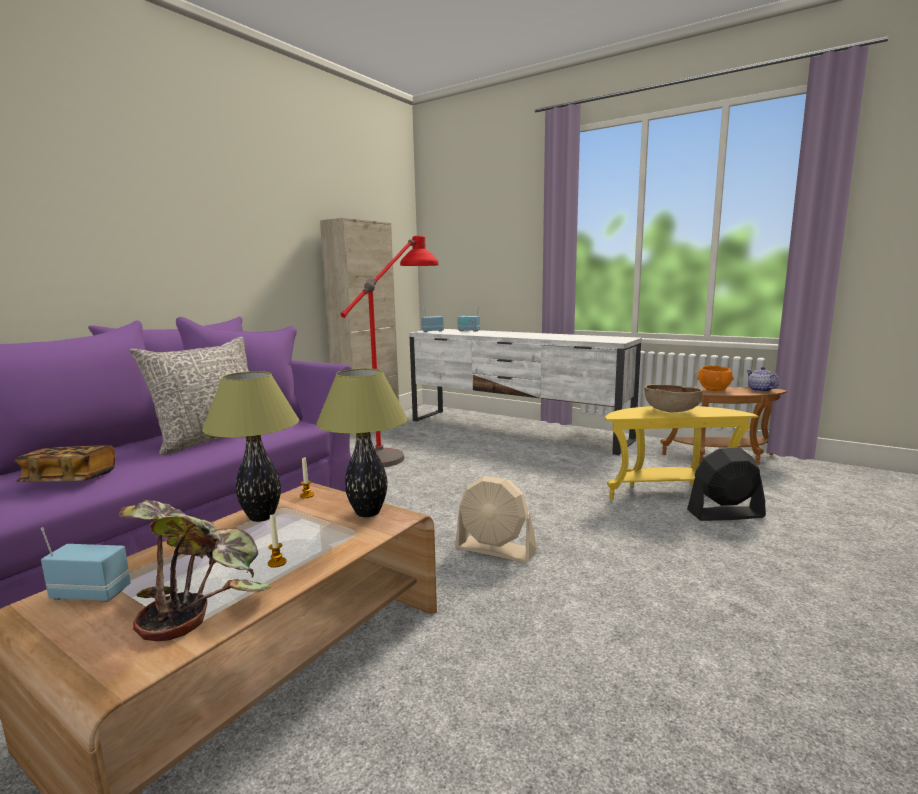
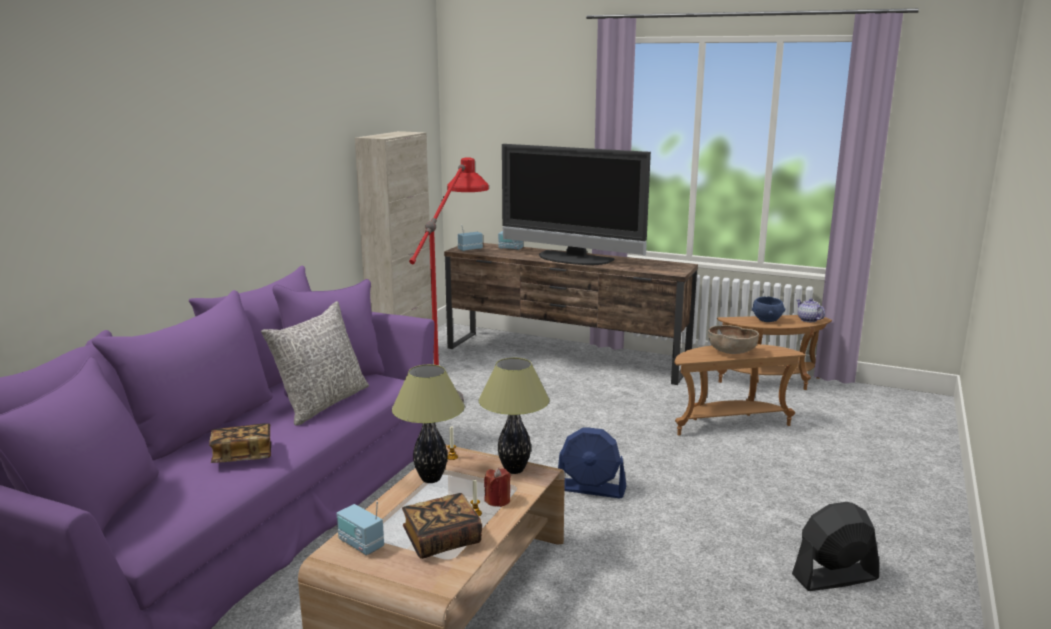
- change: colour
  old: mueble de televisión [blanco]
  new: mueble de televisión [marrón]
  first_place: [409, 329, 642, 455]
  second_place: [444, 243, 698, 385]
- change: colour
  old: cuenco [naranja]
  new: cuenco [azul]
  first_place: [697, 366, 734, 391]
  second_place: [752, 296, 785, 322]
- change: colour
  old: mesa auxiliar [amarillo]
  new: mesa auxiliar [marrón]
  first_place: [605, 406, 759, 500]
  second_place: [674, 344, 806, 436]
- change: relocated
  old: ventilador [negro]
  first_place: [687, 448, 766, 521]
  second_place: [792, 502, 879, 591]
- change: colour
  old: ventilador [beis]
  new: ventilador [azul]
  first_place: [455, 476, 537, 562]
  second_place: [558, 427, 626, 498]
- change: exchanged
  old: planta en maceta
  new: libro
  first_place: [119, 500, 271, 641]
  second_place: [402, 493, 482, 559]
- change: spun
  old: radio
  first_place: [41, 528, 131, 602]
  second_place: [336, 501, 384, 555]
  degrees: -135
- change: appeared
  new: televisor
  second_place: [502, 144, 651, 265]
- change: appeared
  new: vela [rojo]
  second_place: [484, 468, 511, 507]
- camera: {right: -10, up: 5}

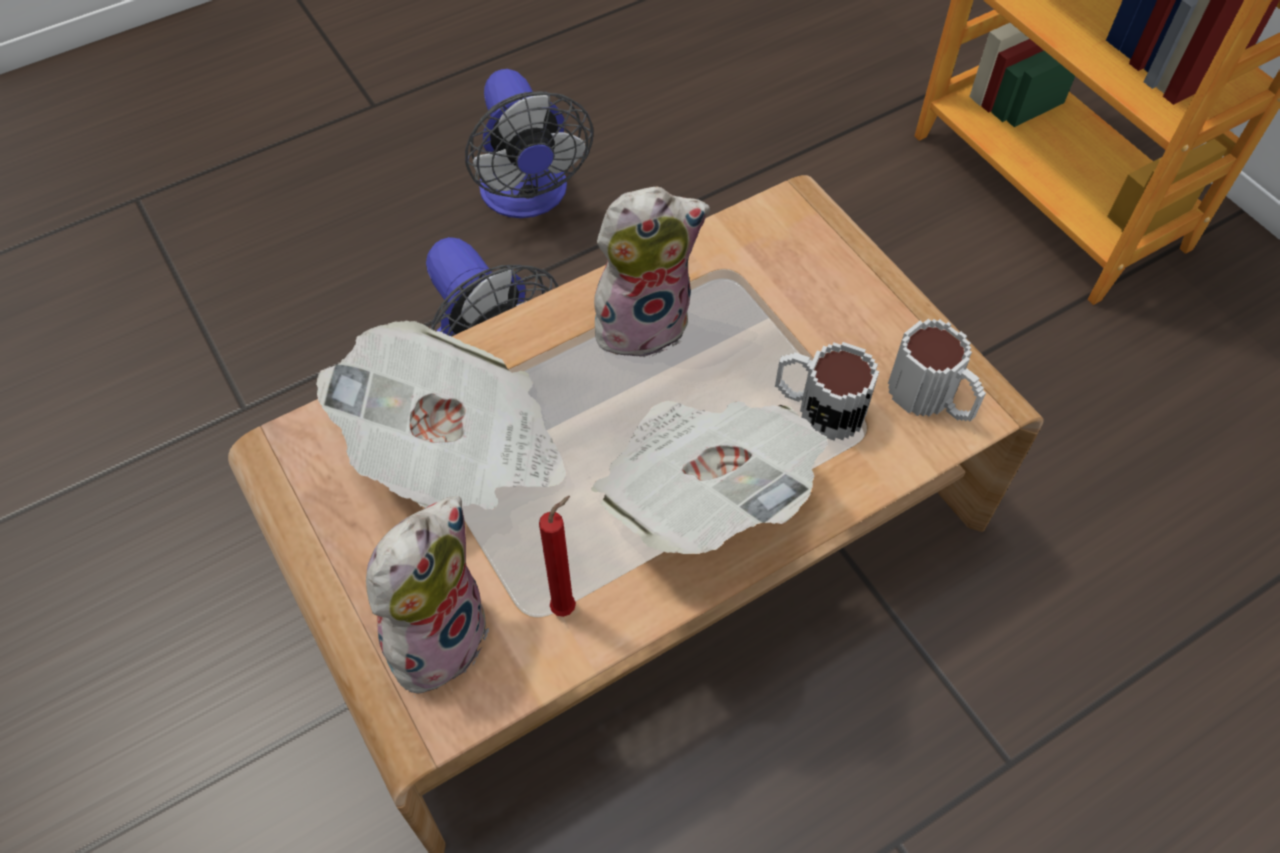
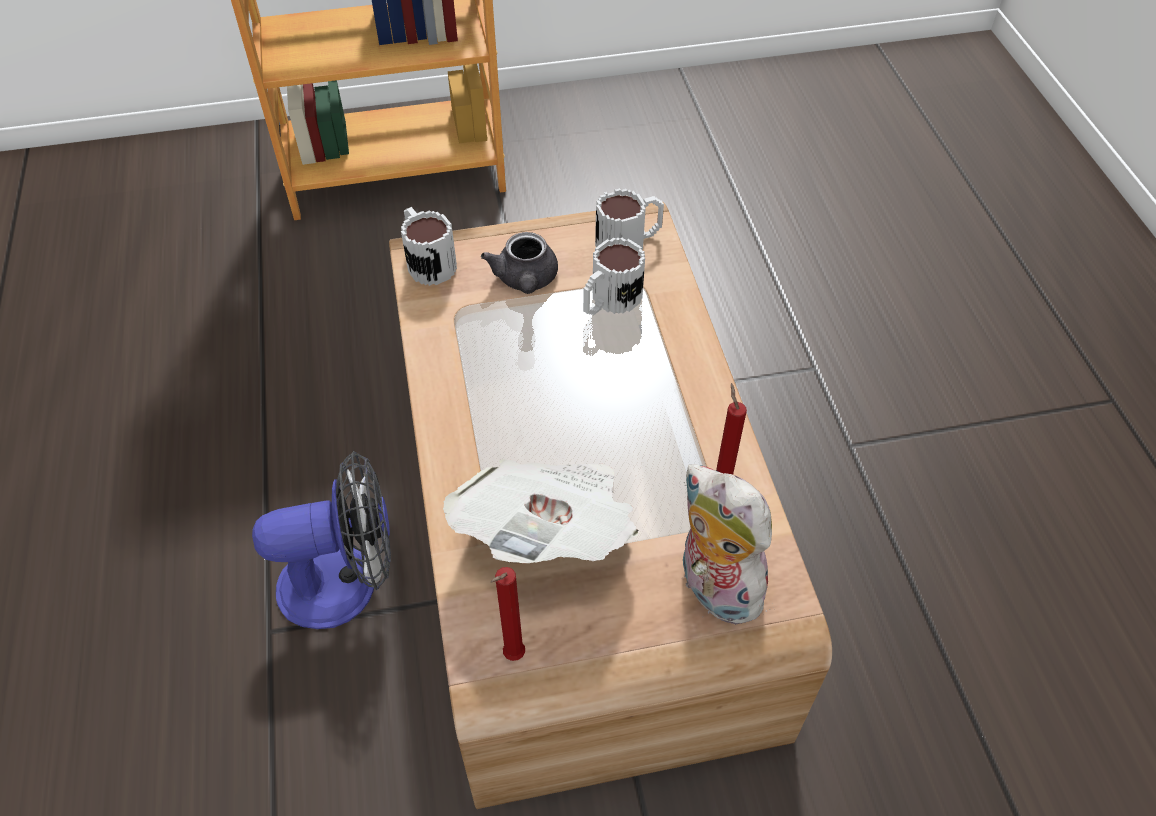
- change: missing
  old: ventilador
  first_place: [465, 69, 594, 218]
- change: missing
  old: peluche
  first_place: [594, 187, 710, 362]
- change: missing
  old: periódico
  first_place: [591, 400, 828, 554]
- change: appeared
  new: taza grande
  second_place: [401, 207, 457, 286]
- change: appeared
  new: tetera [gris]
  second_place: [481, 232, 558, 294]
- change: appeared
  new: vela [rojo]
  second_place: [491, 567, 525, 661]
- camera: {right: -70, up: -5}

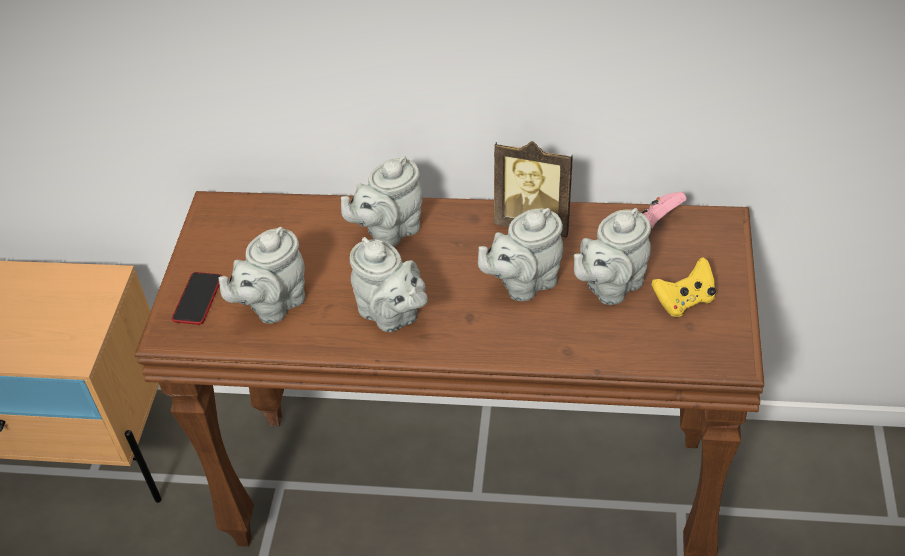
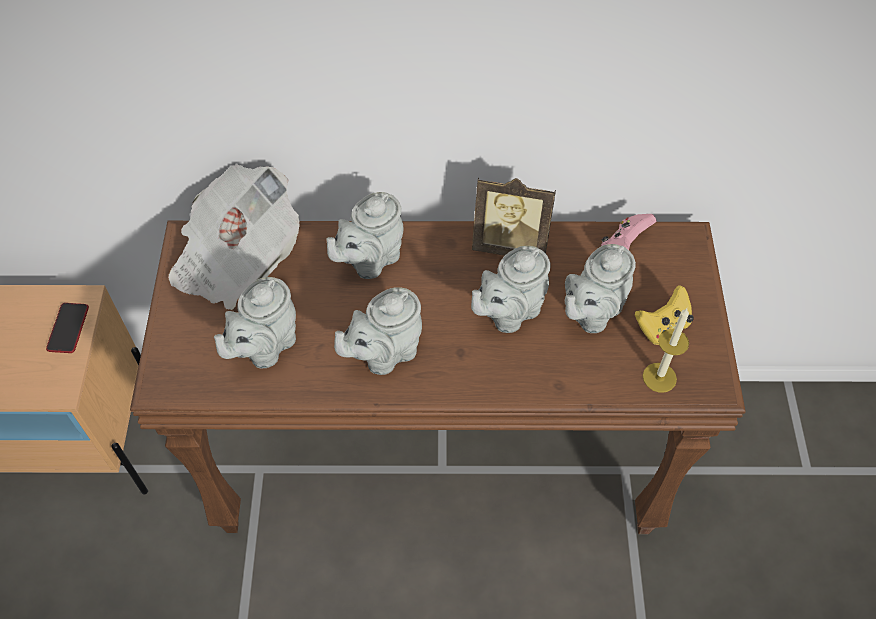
- change: spun
  old: tetera [gris]
  first_place: [350, 237, 428, 332]
  second_place: [334, 287, 422, 375]
  degrees: 105
- change: relocated
  old: móvil
  first_place: [172, 272, 221, 325]
  second_place: [46, 303, 89, 353]
- change: appeared
  new: periódico
  second_place: [168, 164, 299, 310]
- change: appeared
  new: vela
  second_place: [643, 308, 689, 393]
- camera: {right: -10, up: 10}

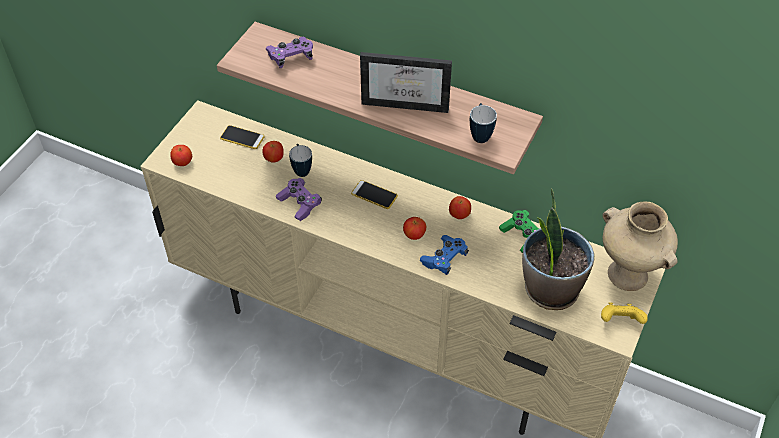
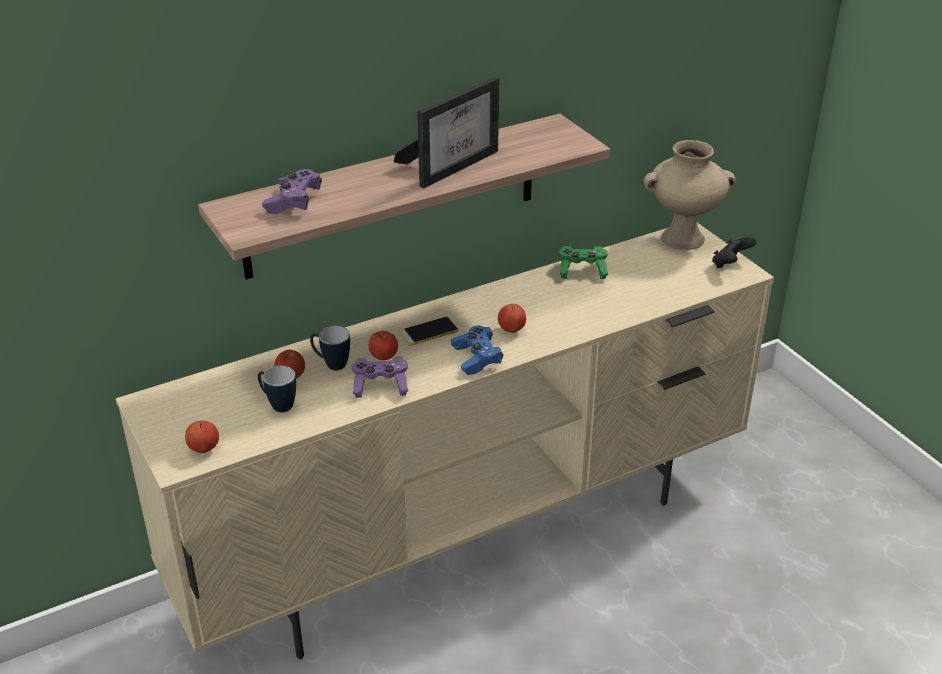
- change: relocated
  old: taza grande
  first_place: [470, 103, 497, 143]
  second_place: [258, 366, 296, 412]
- change: missing
  old: móvil
  first_place: [220, 125, 265, 149]
- change: missing
  old: planta en maceta
  first_place: [522, 188, 595, 310]
- change: relocated
  old: manzana
  first_place: [449, 196, 471, 219]
  second_place: [369, 331, 398, 360]
- change: relocated
  old: mando de consola [azul]
  first_place: [420, 235, 469, 275]
  second_place: [451, 326, 503, 375]
- change: colour
  old: mando de consola [amarillo]
  new: mando de consola [negro]
  first_place: [601, 302, 648, 324]
  second_place: [712, 237, 756, 268]
- camera: {right: -55, up: -15}

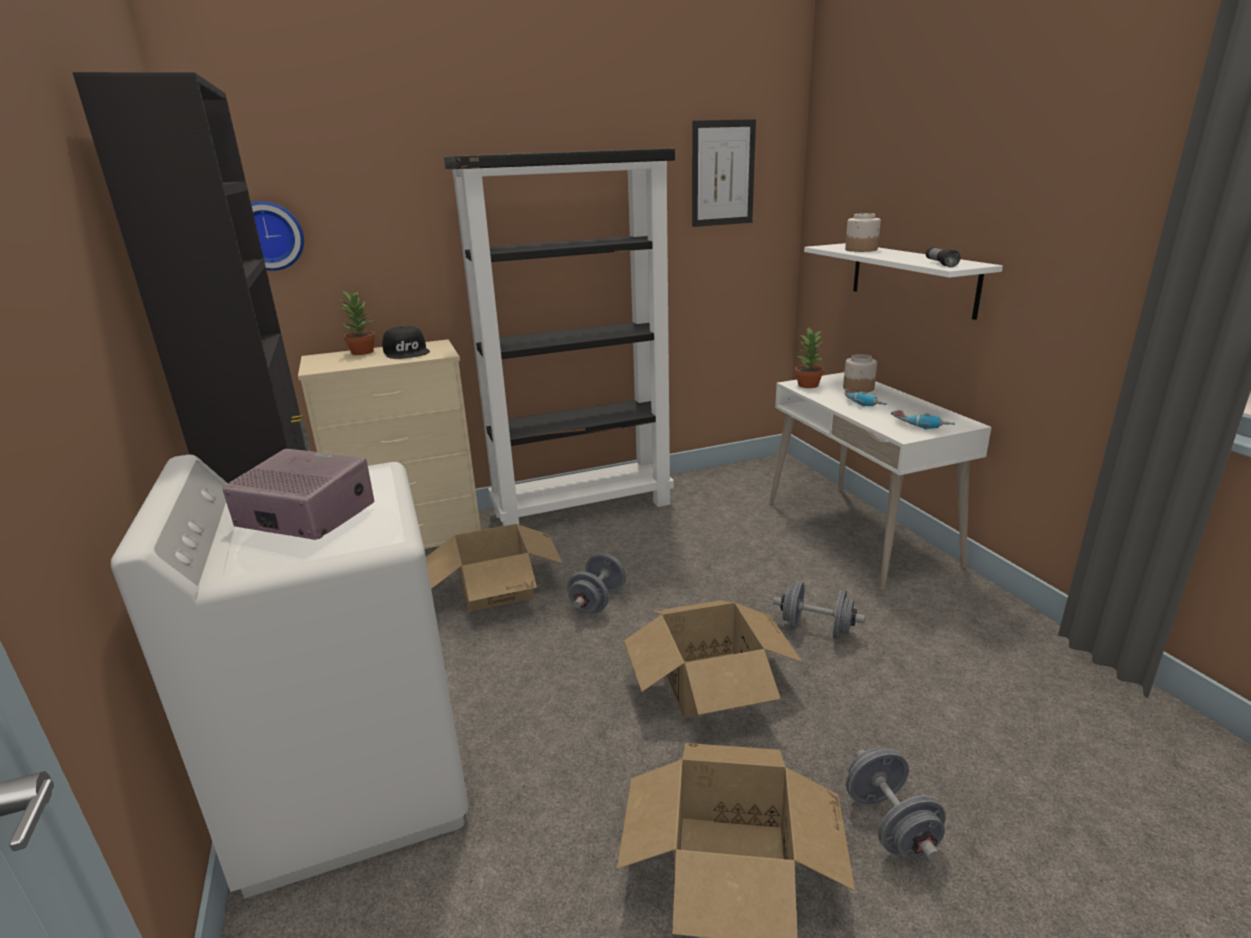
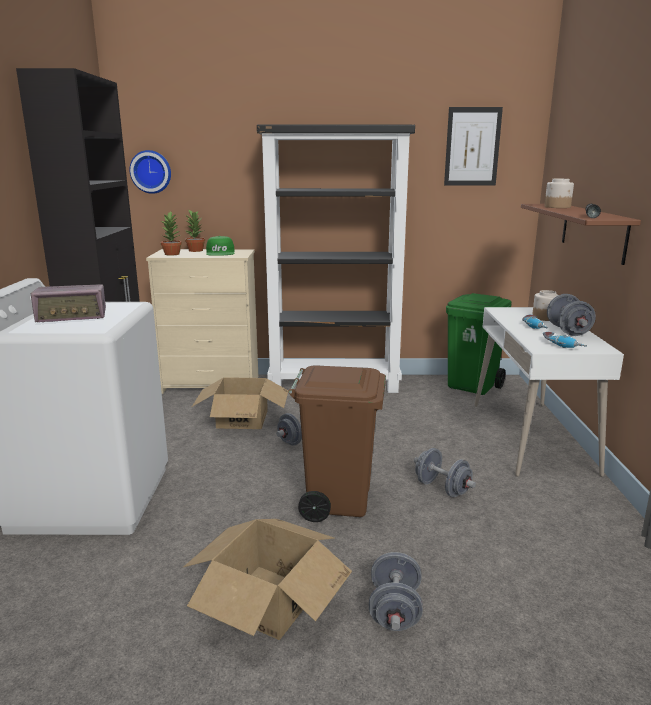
- change: colour
  old: estante [blanco]
  new: estante [marrón]
  first_place: [804, 243, 1003, 320]
  second_place: [521, 204, 641, 265]
- change: colour
  old: gorra [negro]
  new: gorra [verde]
  first_place: [382, 326, 430, 359]
  second_place: [206, 236, 234, 256]
- change: relocated
  old: planta en maceta
  first_place: [795, 328, 824, 388]
  second_place: [161, 212, 182, 256]
- change: spun
  old: radio
  first_place: [222, 449, 374, 540]
  second_place: [31, 284, 106, 322]
  degrees: 120
- change: exchanged
  old: caja de cartón
  new: papelera [marrón]
  first_place: [624, 600, 802, 718]
  second_place: [288, 366, 386, 522]
- change: appeared
  new: papelera [verde]
  second_place: [446, 293, 511, 395]
- change: appeared
  new: mancuerna [gris]
  second_place: [547, 294, 596, 336]
- camera: {right: 20, up: -5}

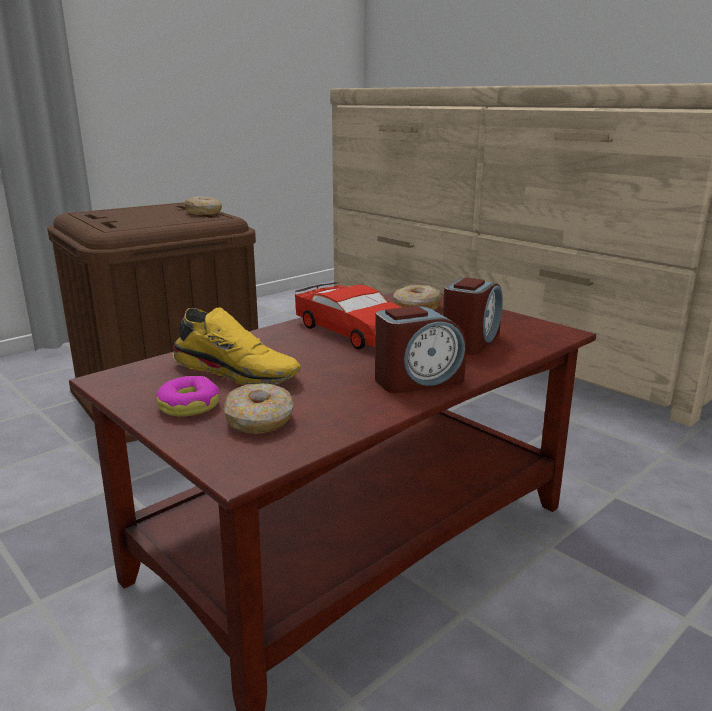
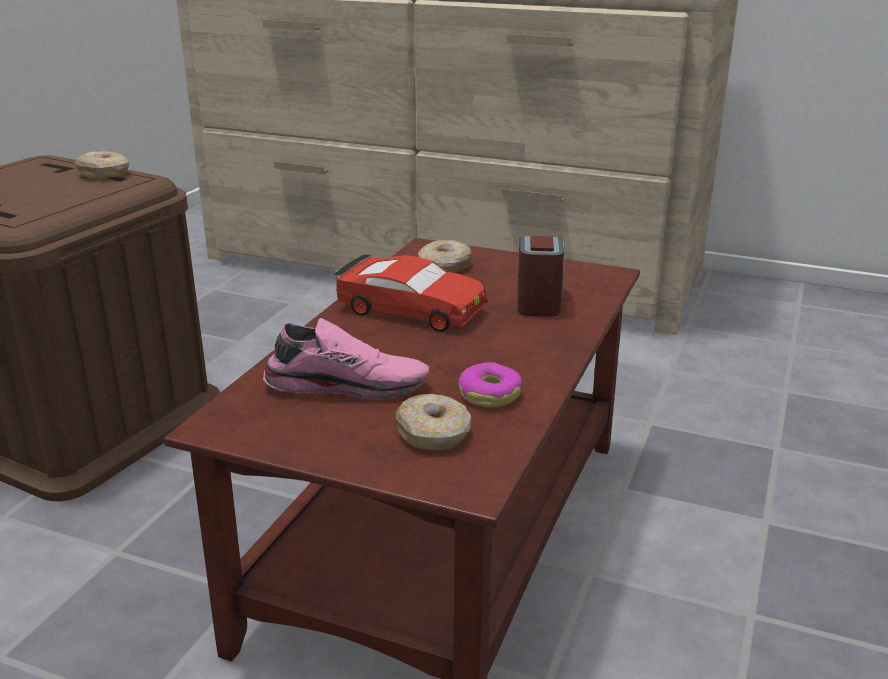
- change: missing
  old: despertador
  first_place: [375, 306, 466, 393]
- change: colour
  old: zapato [amarillo]
  new: zapato [rosa]
  first_place: [172, 307, 301, 385]
  second_place: [263, 318, 429, 400]
- change: relocated
  old: rosquilla
  first_place: [156, 376, 220, 417]
  second_place: [458, 362, 522, 407]
- camera: {right: -25, up: 5}

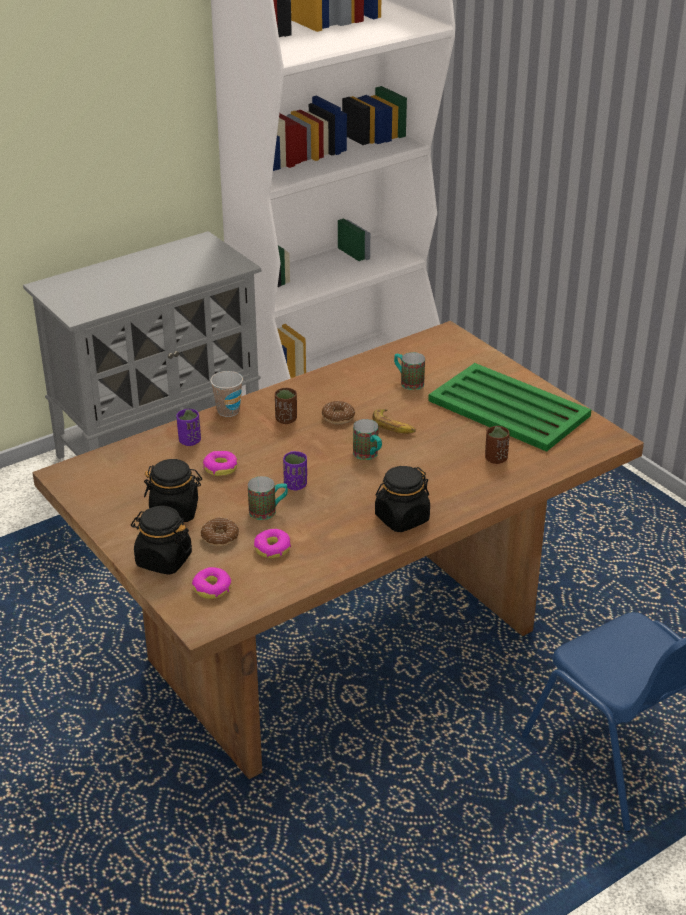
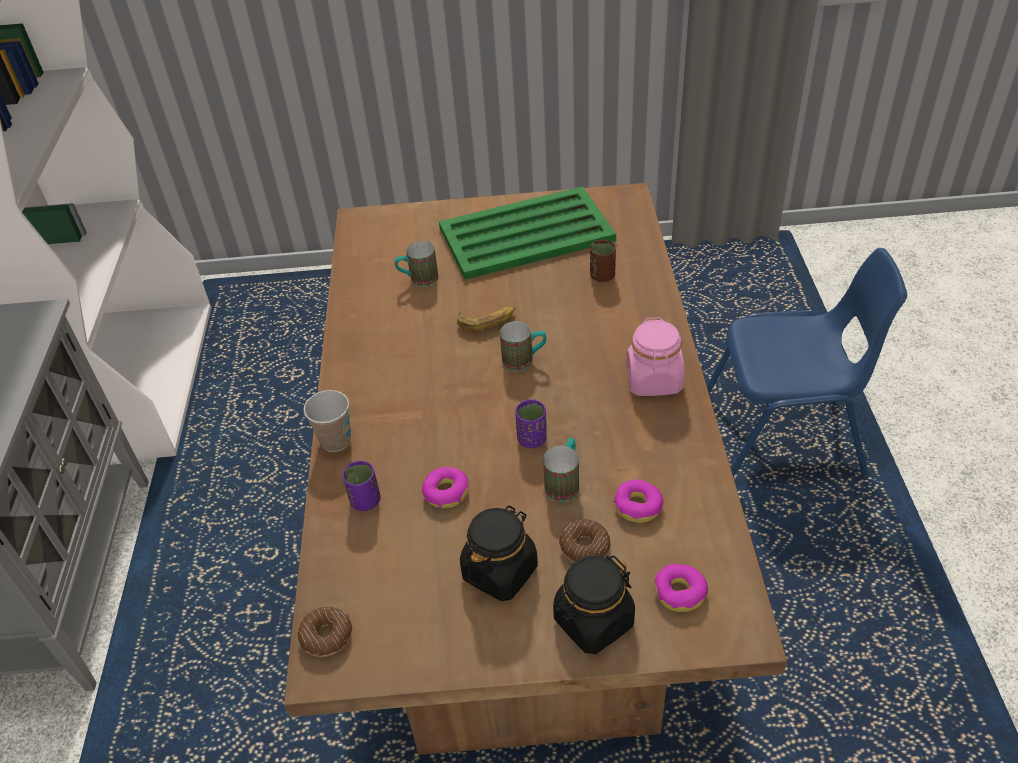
- change: missing
  old: taza [marrón]
  first_place: [275, 387, 297, 424]
- change: relocated
  old: rosquilla
  first_place: [322, 401, 355, 424]
  second_place: [298, 607, 352, 657]
- change: colour
  old: tarro [negro]
  new: tarro [rosa]
  first_place: [375, 466, 430, 532]
  second_place: [626, 317, 684, 396]
- camera: {right: -55, up: 10}

